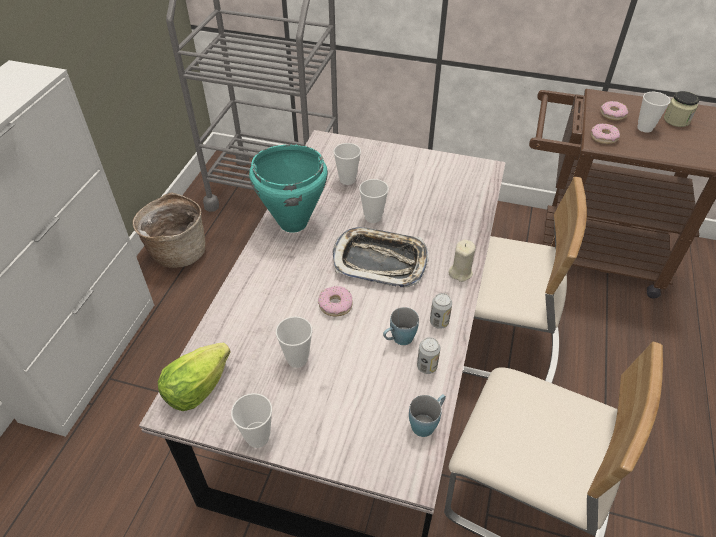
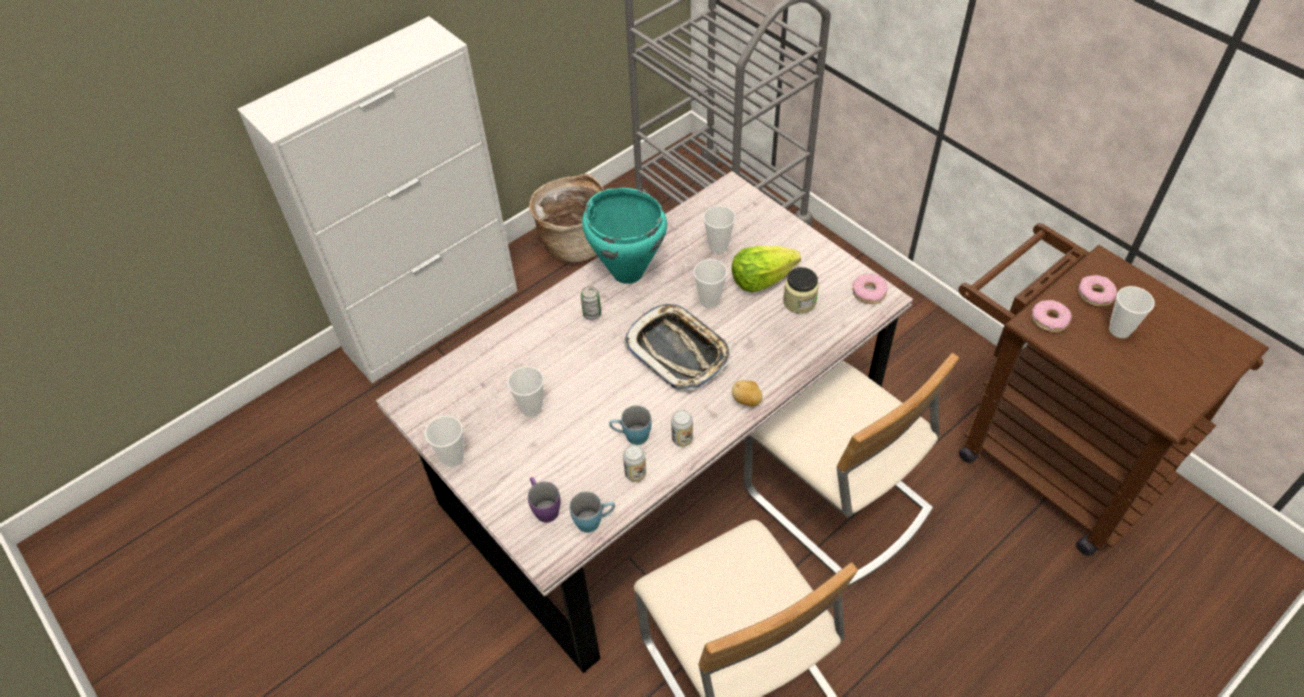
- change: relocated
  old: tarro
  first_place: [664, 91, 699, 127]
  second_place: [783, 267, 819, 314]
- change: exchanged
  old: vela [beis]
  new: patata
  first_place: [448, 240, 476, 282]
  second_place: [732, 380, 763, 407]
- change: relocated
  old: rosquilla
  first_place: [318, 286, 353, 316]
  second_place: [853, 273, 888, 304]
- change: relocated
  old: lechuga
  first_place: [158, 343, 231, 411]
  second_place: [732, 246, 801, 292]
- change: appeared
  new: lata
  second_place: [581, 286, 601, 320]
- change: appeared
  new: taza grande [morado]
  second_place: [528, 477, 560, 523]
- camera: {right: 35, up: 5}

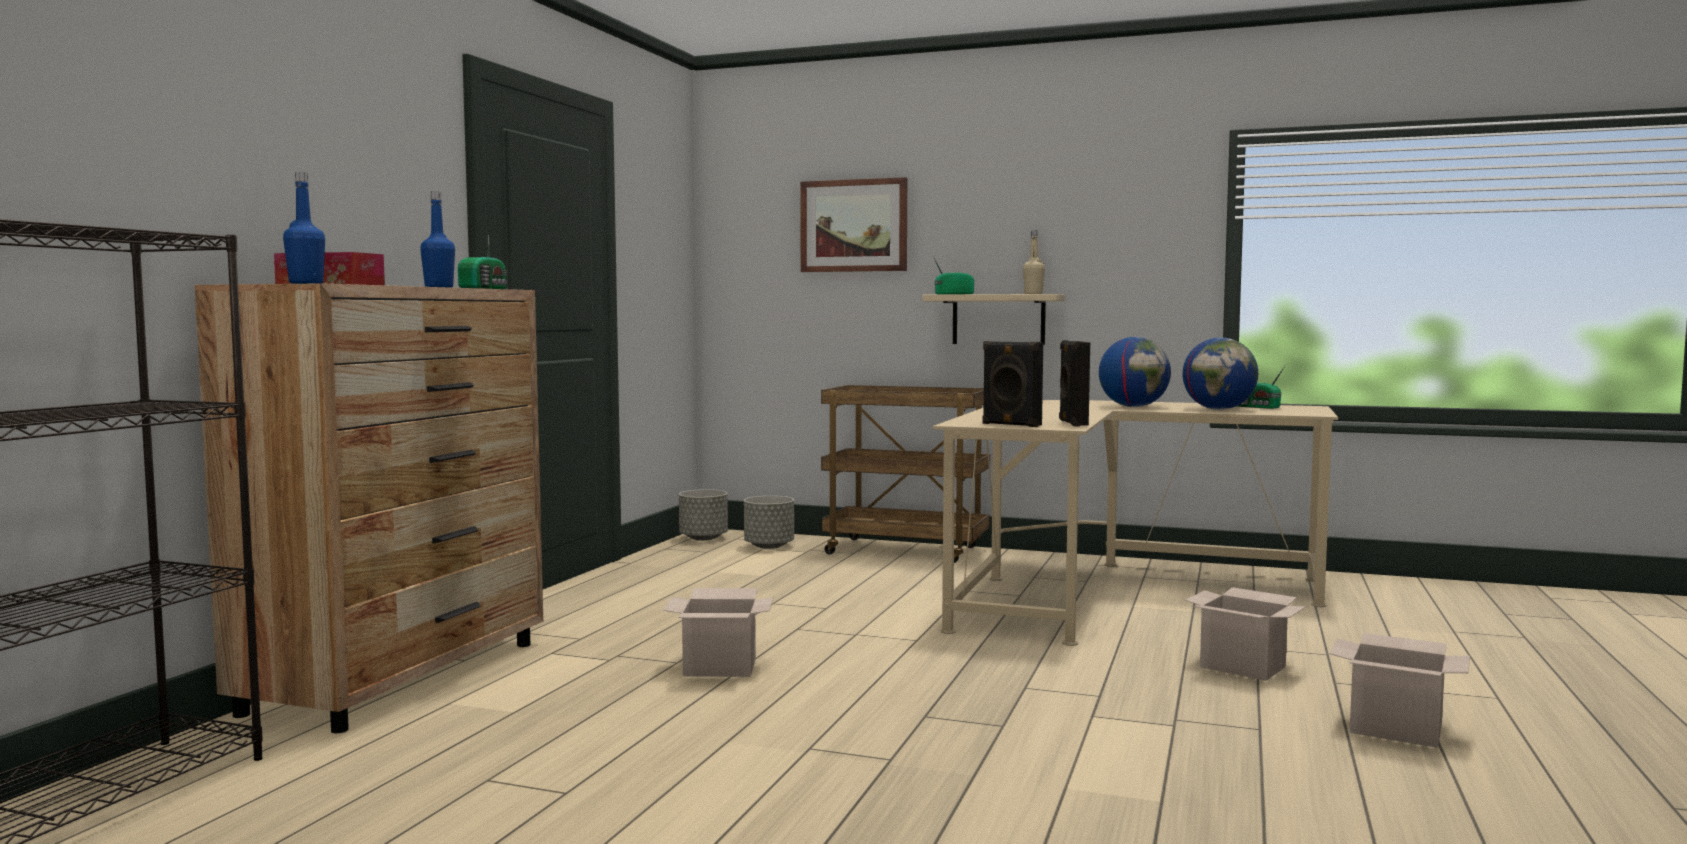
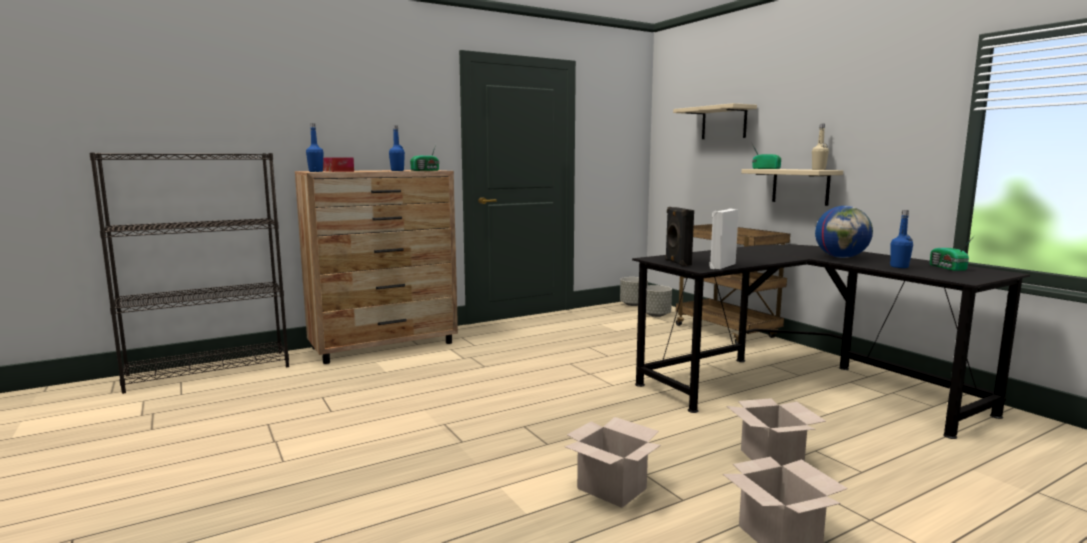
- change: exchanged
  old: cuadro
  new: estante [beis]
  first_place: [800, 177, 907, 272]
  second_place: [673, 103, 757, 139]
- change: exchanged
  old: globo terráqueo
  new: botella [azul]
  first_place: [1182, 338, 1258, 410]
  second_place: [890, 210, 913, 268]
- change: colour
  old: altavoz [negro]
  new: altavoz [blanco]
  first_place: [1059, 340, 1090, 426]
  second_place: [709, 209, 739, 269]
- change: colour
  old: escritorio [beis]
  new: escritorio [negro]
  first_place: [933, 400, 1338, 646]
  second_place: [632, 244, 1030, 439]
- change: relocated
  old: caja de cartón
  first_place: [663, 588, 773, 677]
  second_place: [565, 417, 661, 508]
- camera: {right: 40, up: 5}

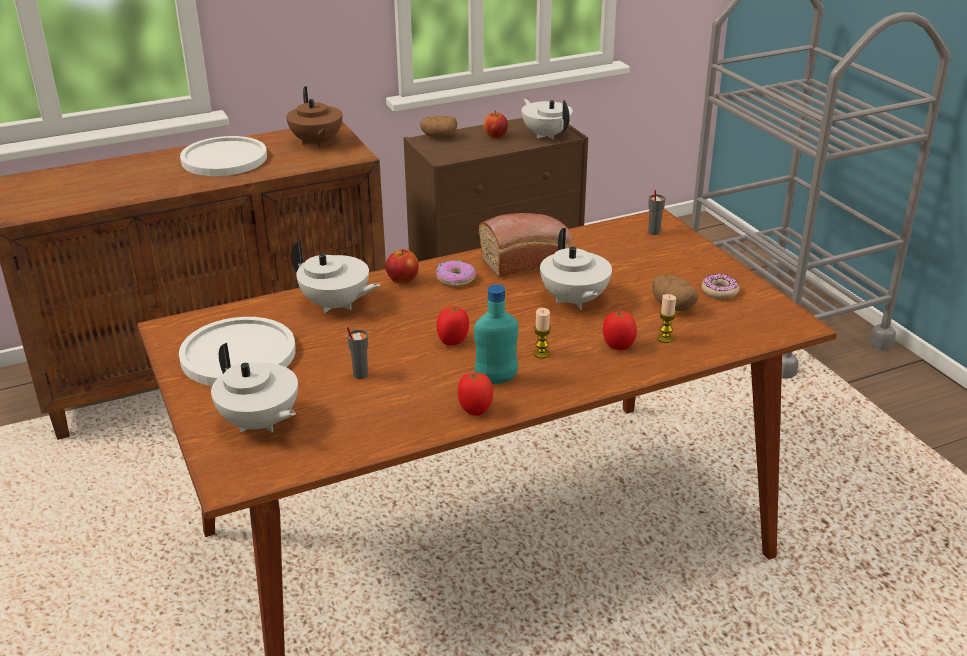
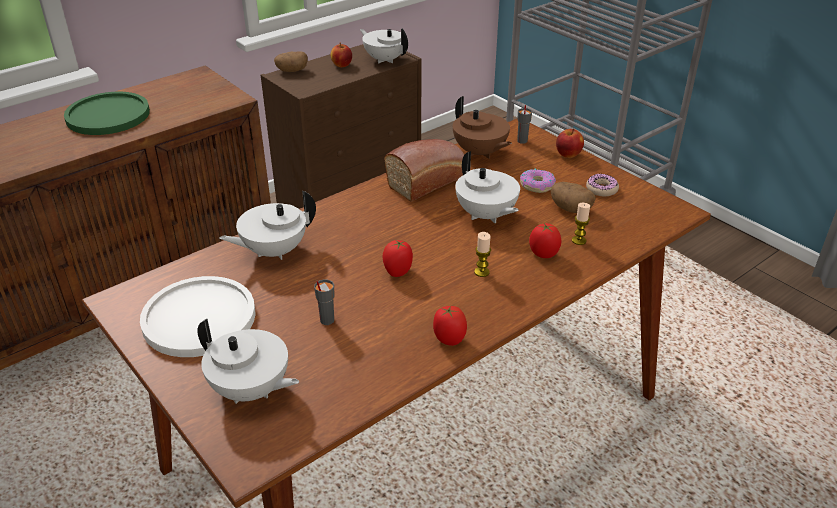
- change: relocated
  old: tetera [marrón]
  first_place: [286, 86, 342, 148]
  second_place: [453, 96, 512, 159]
- change: colour
  old: plato [blanco]
  new: plato [verde]
  first_place: [180, 136, 267, 176]
  second_place: [64, 92, 150, 135]
- change: spun
  old: tetera [blanco]
  first_place: [291, 240, 380, 313]
  second_place: [219, 191, 316, 260]
  degrees: 135
- change: relocated
  old: manzana
  first_place: [385, 249, 419, 284]
  second_place: [556, 129, 584, 158]
- change: relocated
  old: rosquilla
  first_place: [436, 260, 476, 287]
  second_place: [520, 169, 556, 193]
- change: missing
  old: botella [turquesa]
  first_place: [474, 284, 518, 384]
- camera: {right: -15, up: 5}

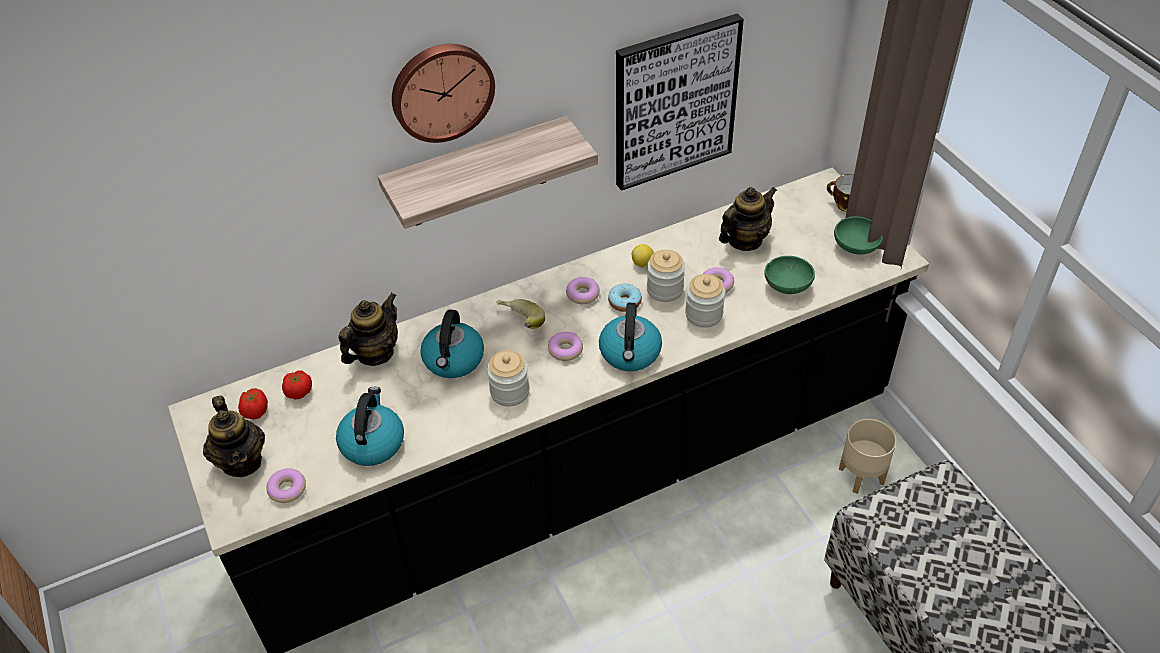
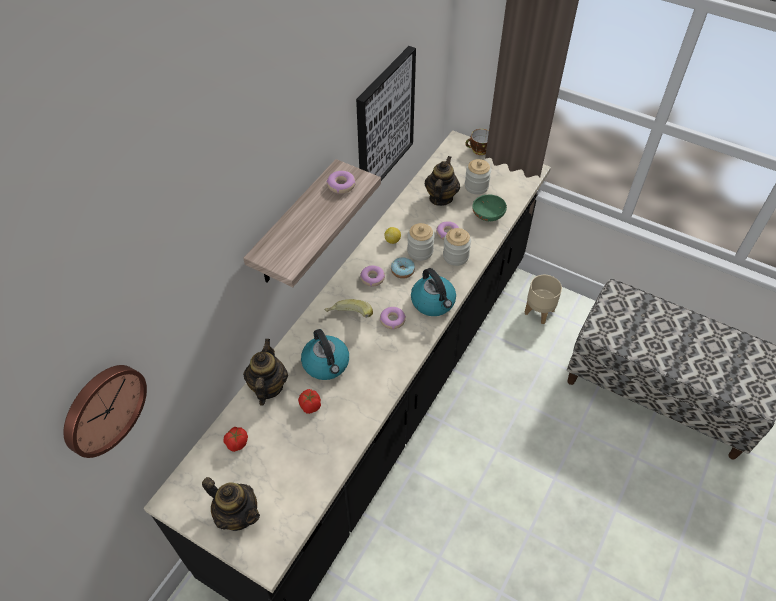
- change: relocated
  old: reloj de pared
  first_place: [392, 44, 495, 143]
  second_place: [63, 365, 147, 458]
- change: missing
  old: cuenco [verde]
  first_place: [834, 216, 883, 255]
- change: relocated
  old: tarro
  first_place: [487, 350, 530, 406]
  second_place: [465, 159, 491, 195]
- change: missing
  old: hervidor
  first_place: [336, 387, 404, 466]
- change: relocated
  old: tomate
  first_place: [238, 388, 268, 419]
  second_place: [298, 389, 321, 414]
- change: relocated
  old: rosquilla
  first_place: [266, 468, 306, 503]
  second_place: [326, 171, 356, 194]
- camera: {right: -35, up: 5}

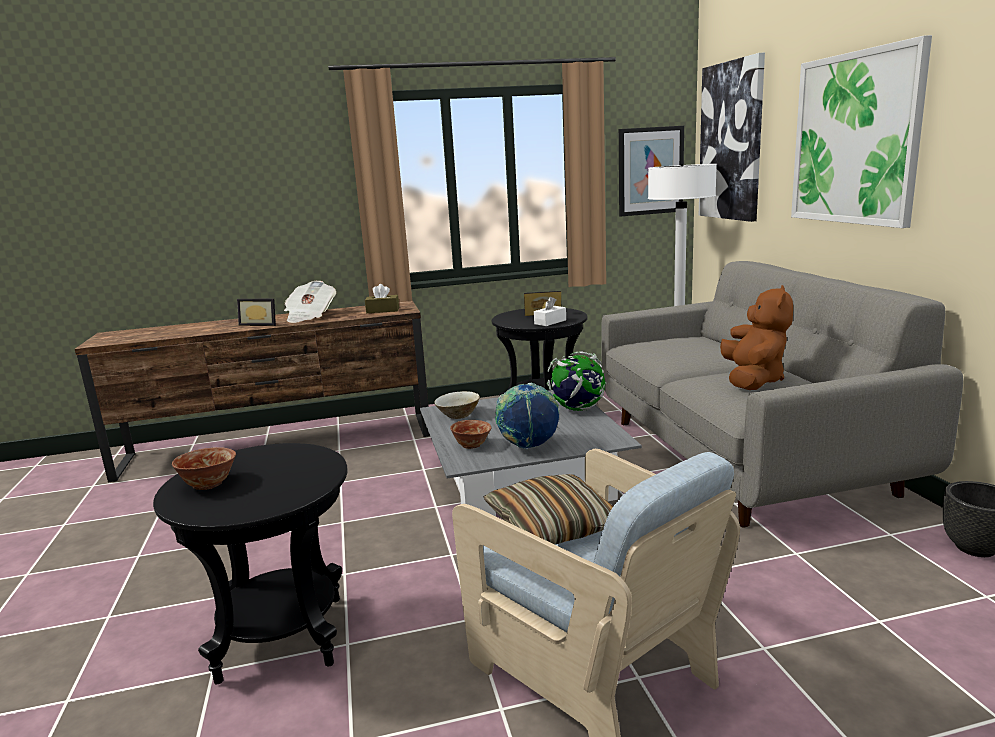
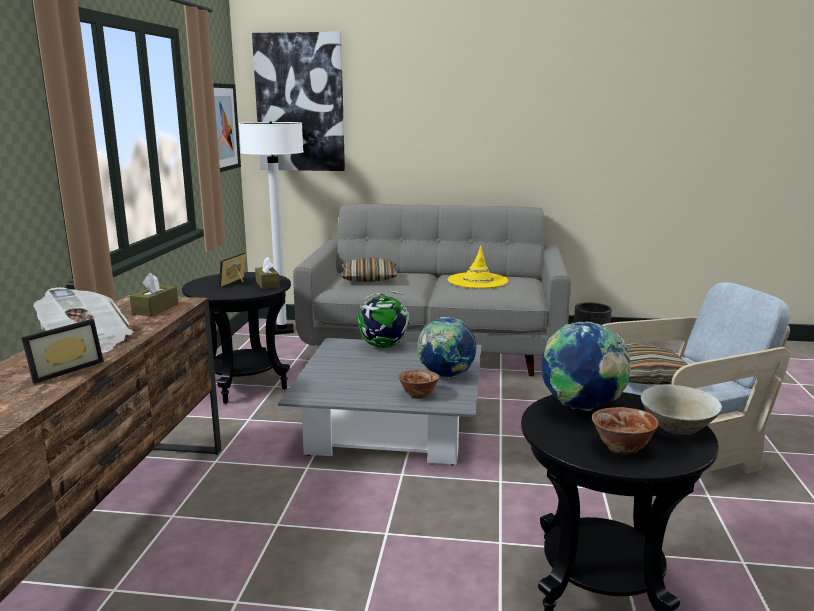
- change: missing
  old: cuadro
  first_place: [791, 35, 932, 228]
- change: exchanged
  old: peluche [marrón]
  new: sombrero [amarillo]
  first_place: [720, 285, 793, 390]
  second_place: [448, 245, 508, 289]
- change: colour
  old: caja de pañuelos [blanco]
  new: caja de pañuelos [marrón]
  first_place: [534, 297, 566, 326]
  second_place: [255, 257, 280, 289]
- change: relocated
  old: cuenco [beis]
  first_place: [434, 391, 480, 419]
  second_place: [641, 385, 722, 435]
- change: appeared
  new: cojín
  second_place: [340, 257, 398, 282]
- change: appeared
  new: globo terráqueo
  second_place: [542, 322, 631, 411]
- camera: {right: -70, up: 0}

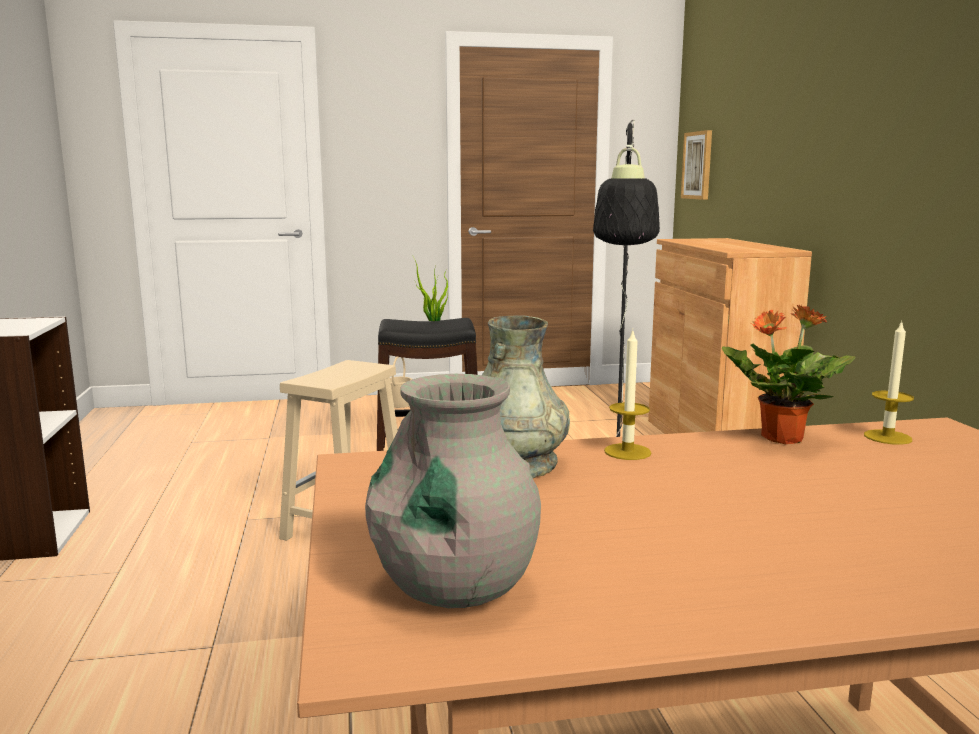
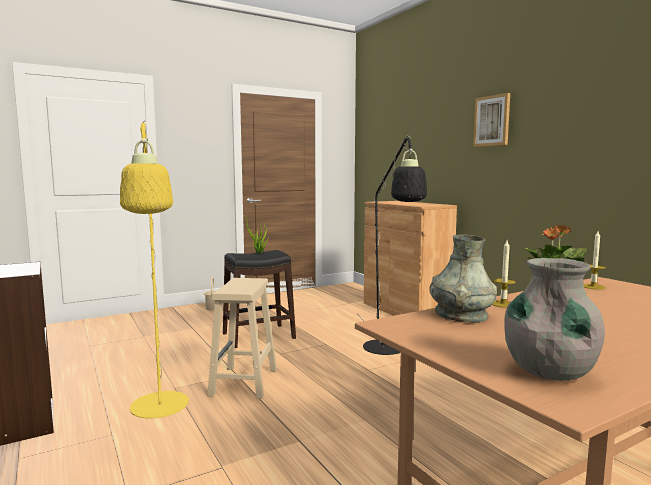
- change: relocated
  old: cuadro
  first_place: [681, 130, 712, 200]
  second_place: [473, 93, 510, 147]
- change: appeared
  new: lámpara de pie [amarillo]
  second_place: [120, 120, 189, 419]
- camera: {right: -20, up: -5}

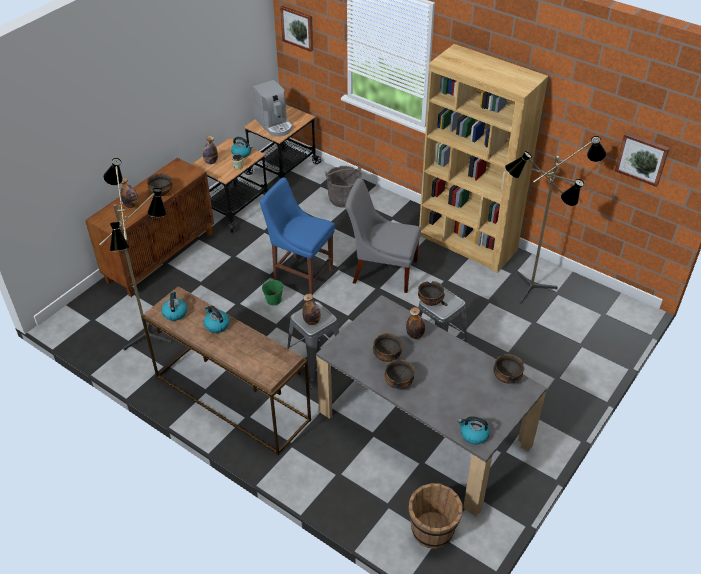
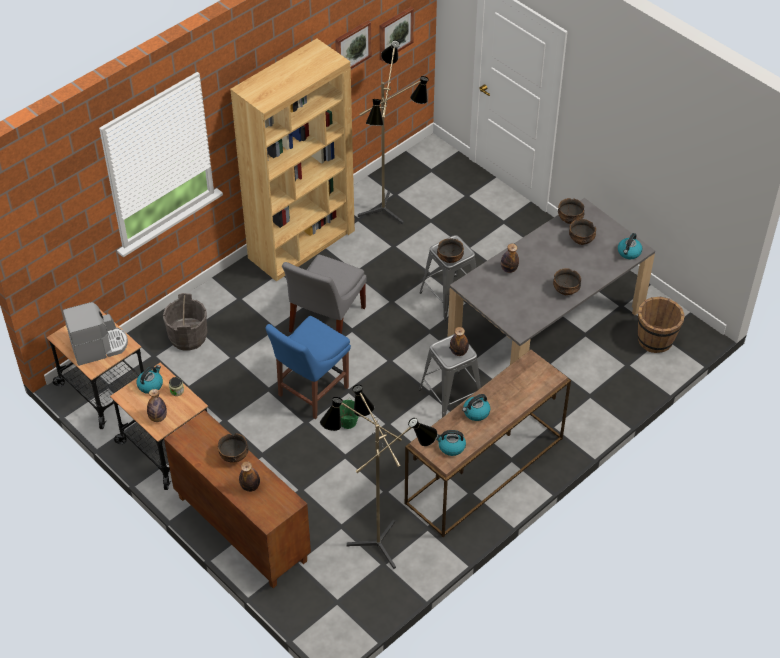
- change: relocated
  old: cuadro
  first_place: [280, 6, 313, 52]
  second_place: [335, 20, 371, 69]
- change: relocated
  old: cuenco
  first_place: [373, 333, 402, 362]
  second_place: [569, 219, 596, 245]
- camera: {right: -80, up: 5}

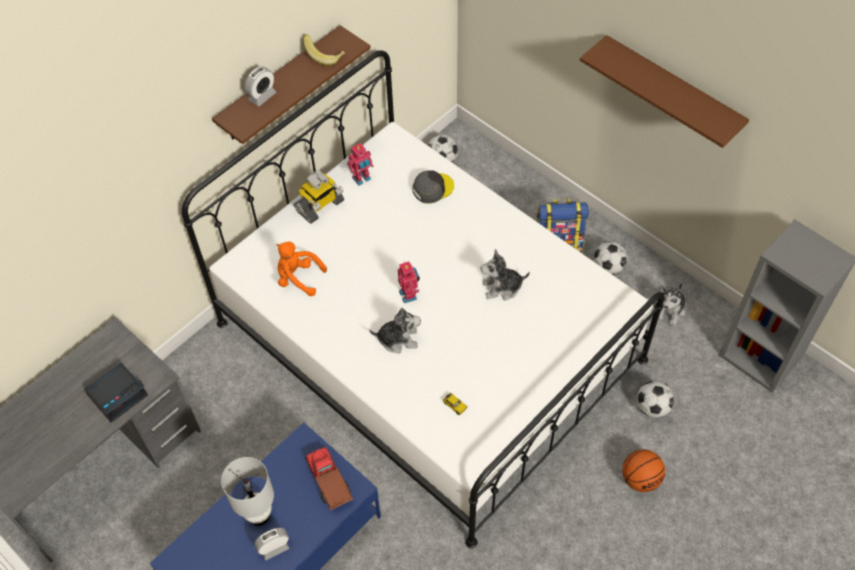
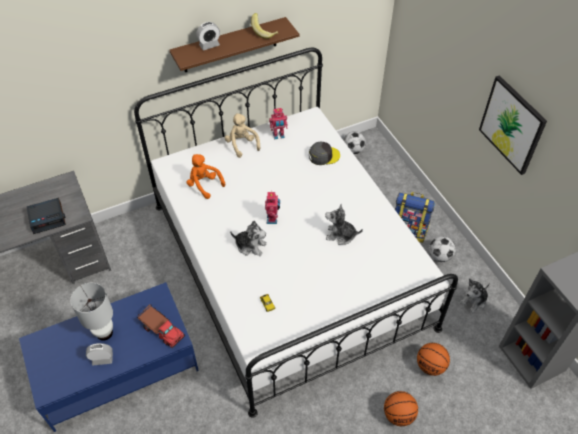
- change: exchanged
  old: estante [marrón]
  new: cuadro
  first_place: [580, 35, 749, 148]
  second_place: [479, 75, 547, 175]
- change: exchanged
  old: robot de juguete
  new: peluche [beis]
  first_place: [294, 170, 344, 224]
  second_place: [225, 113, 260, 158]
- change: exchanged
  old: balón de fútbol
  new: balón de baloncesto
  first_place: [637, 381, 674, 418]
  second_place: [417, 343, 450, 376]
- change: spun
  old: camión de juguete
  first_place: [305, 447, 353, 510]
  second_place: [138, 304, 185, 348]
  degrees: 135
- camera: {right: 20, up: -5}

